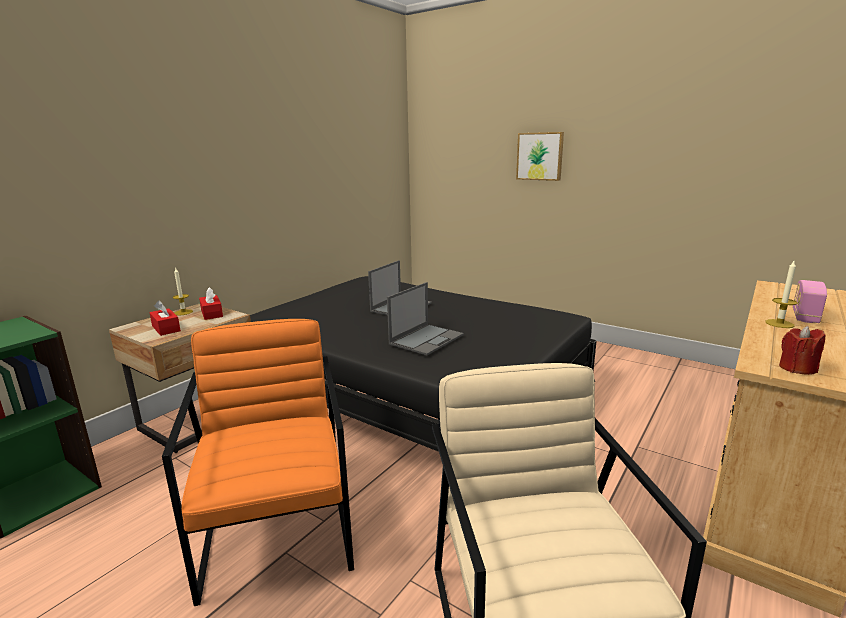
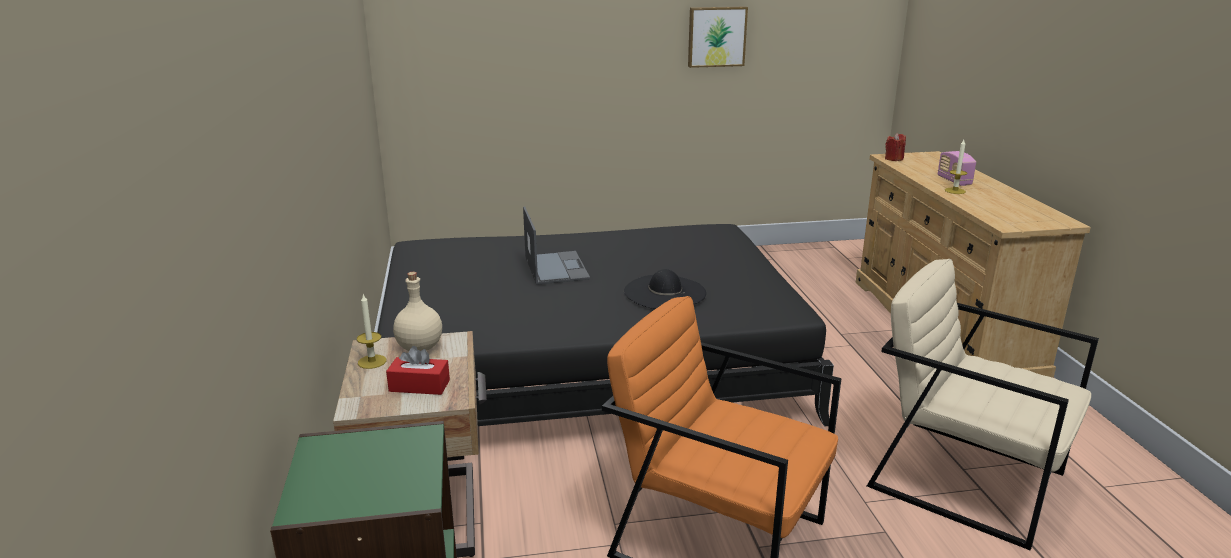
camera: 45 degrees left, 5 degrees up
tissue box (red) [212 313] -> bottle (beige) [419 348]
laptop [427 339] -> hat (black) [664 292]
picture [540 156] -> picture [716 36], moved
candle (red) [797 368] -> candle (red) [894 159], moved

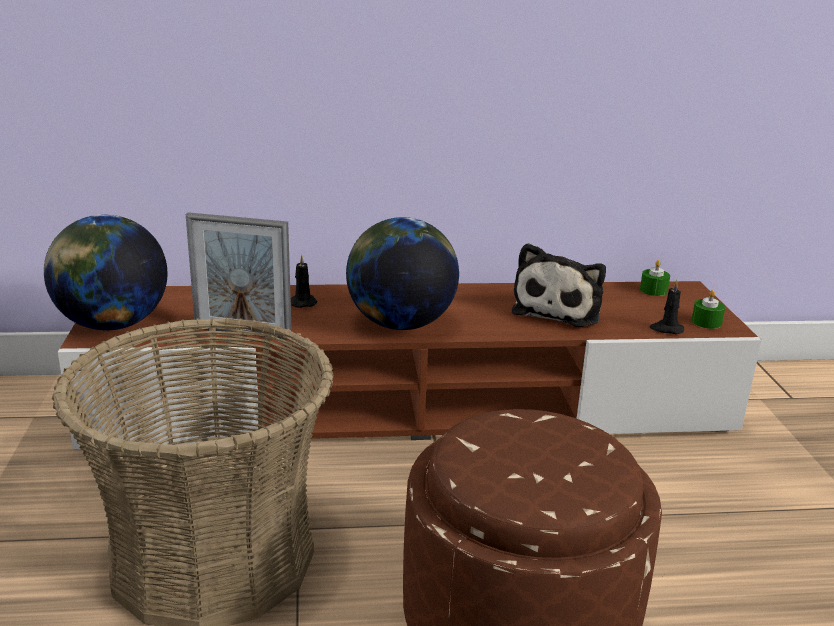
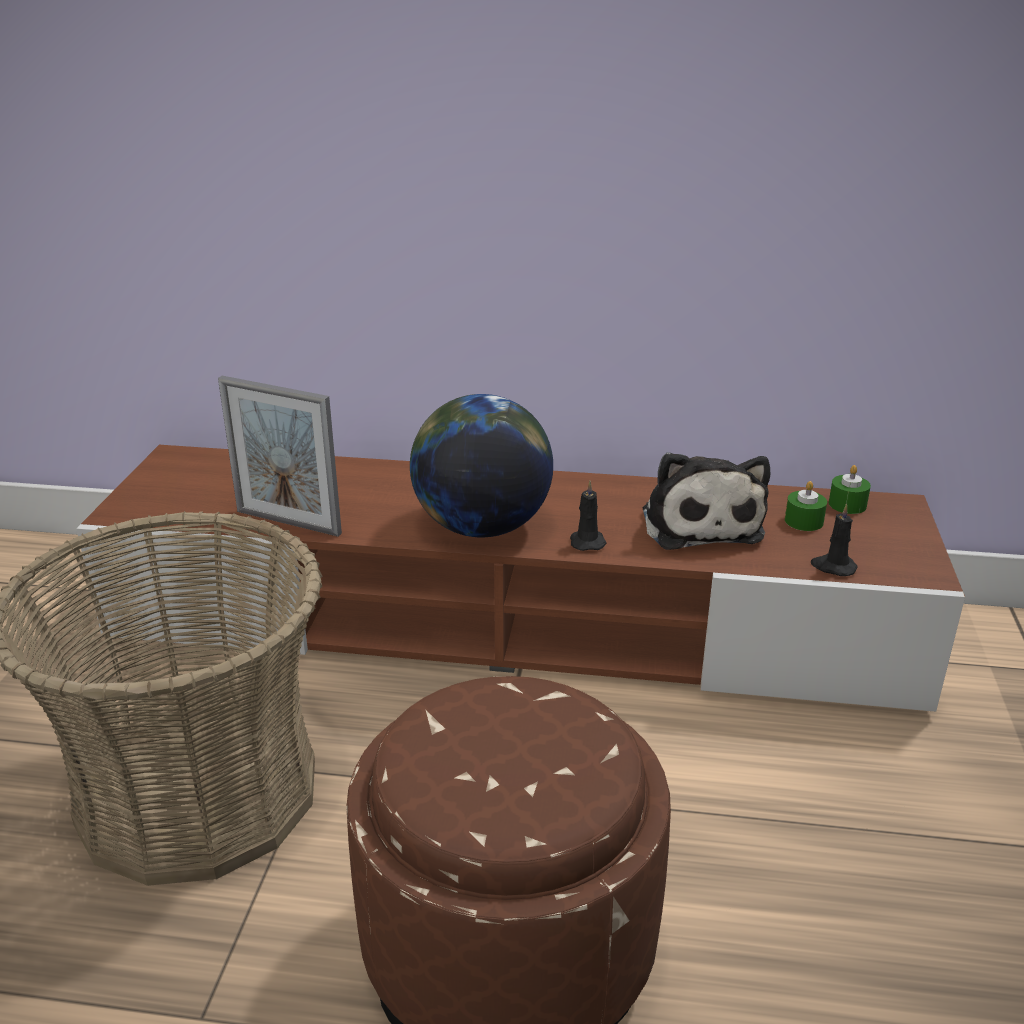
camera: 15 degrees right, 5 degrees up
globe [112 325] -> none
candle (black) [302 302] -> candle (black) [587 541], moved
plush toy [559 309] -> plush toy [700 523], 45 degrees counterclockwise
candle (green) [706 322] -> candle (green) [804 521], moved

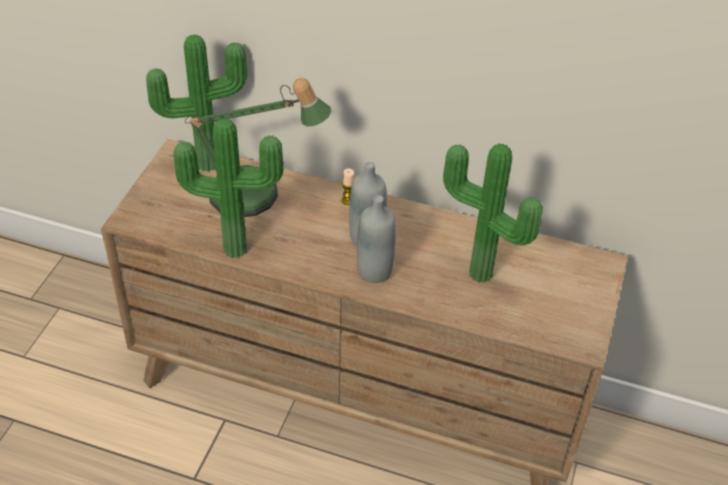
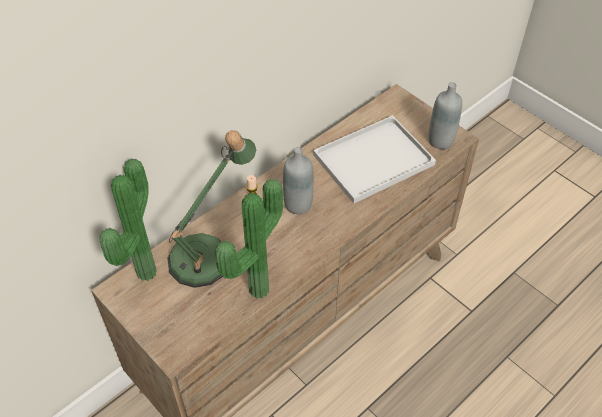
camera: 60 degrees left, 5 degrees up
bottle (grey) [374 271] -> bottle (grey) [440 141], moved
potted plant [478 277] -> tray (white) [372 161]

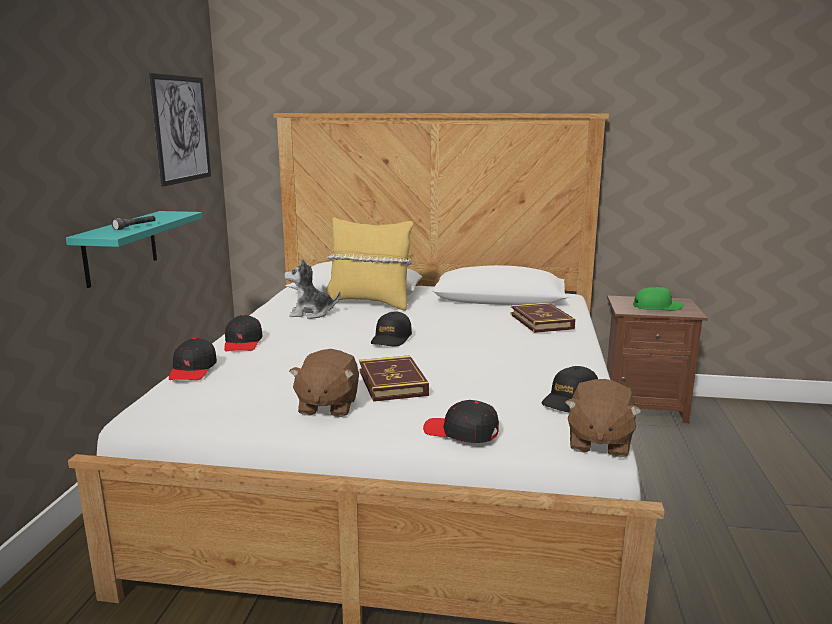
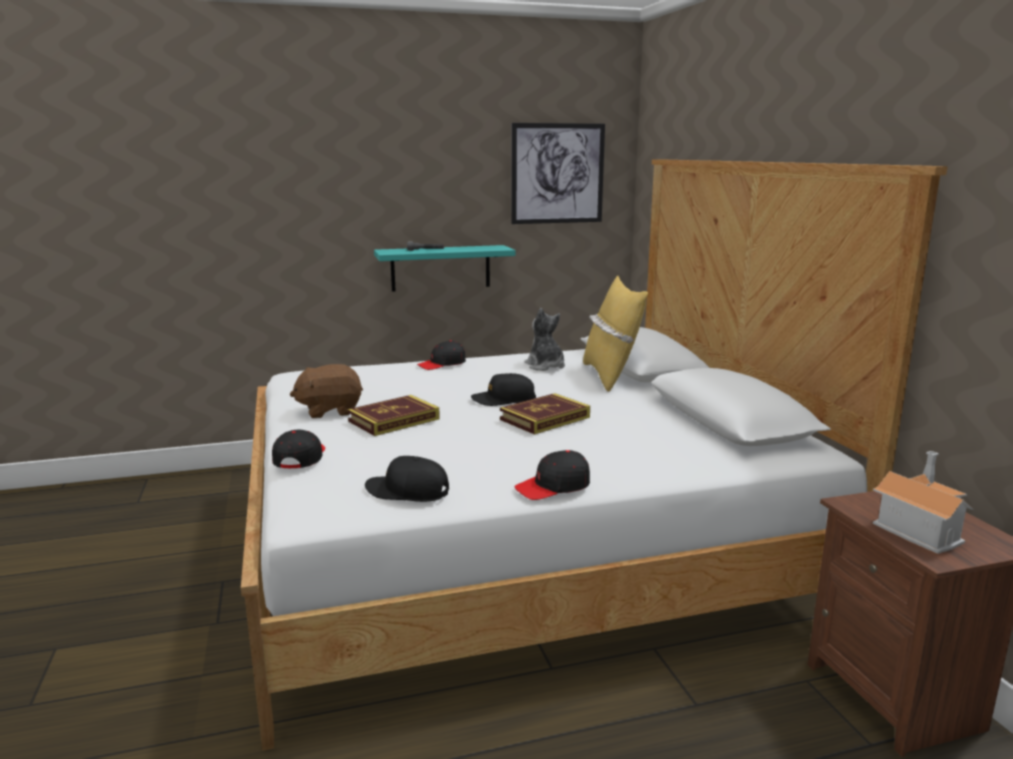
camera: 65 degrees right, 0 degrees up
cap (black) [193 369] -> cap (black) [553 487], moved
book [541 321] -> book [545 418], moved
plush toy (brown) [598 442] -> none
cap (green) [657 307] -> toy house [919 526]

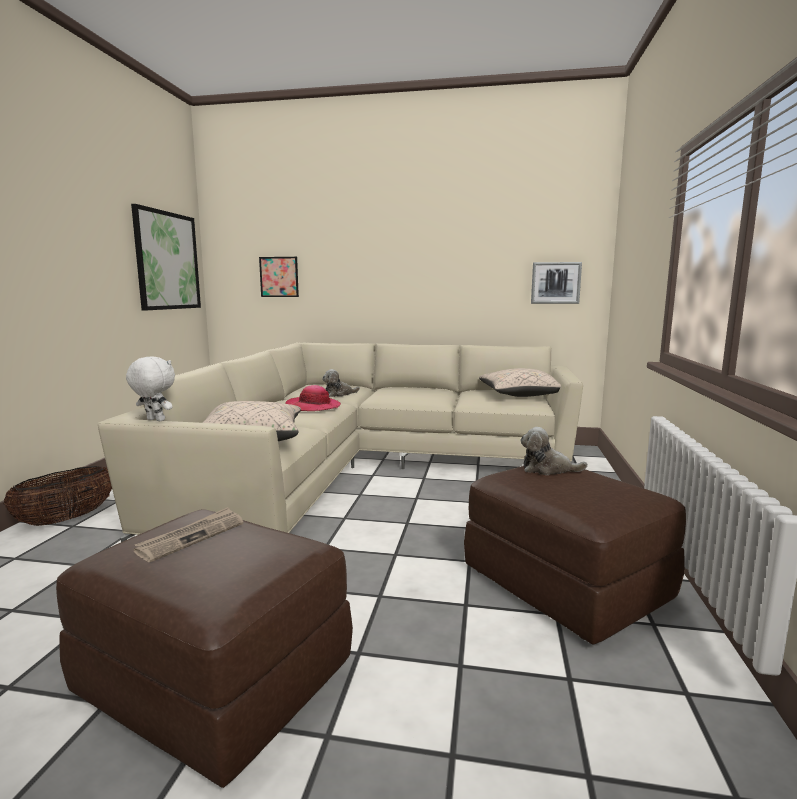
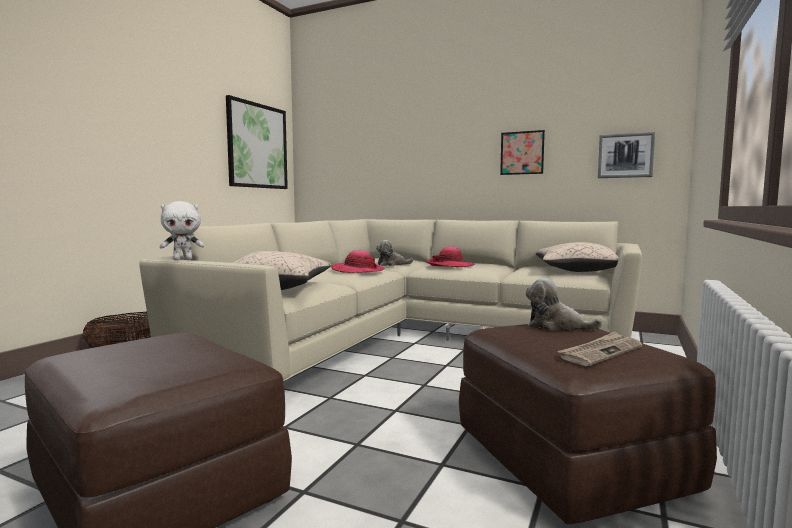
camera: 15 degrees right, 5 degrees down
plush toy (white) [154 420] -> plush toy (white) [183 259], 120 degrees clockwise
newspaper [192 536] -> newspaper [600 352], moved
picture [279 277] -> picture [522 153], moved
none -> hat [450 265]

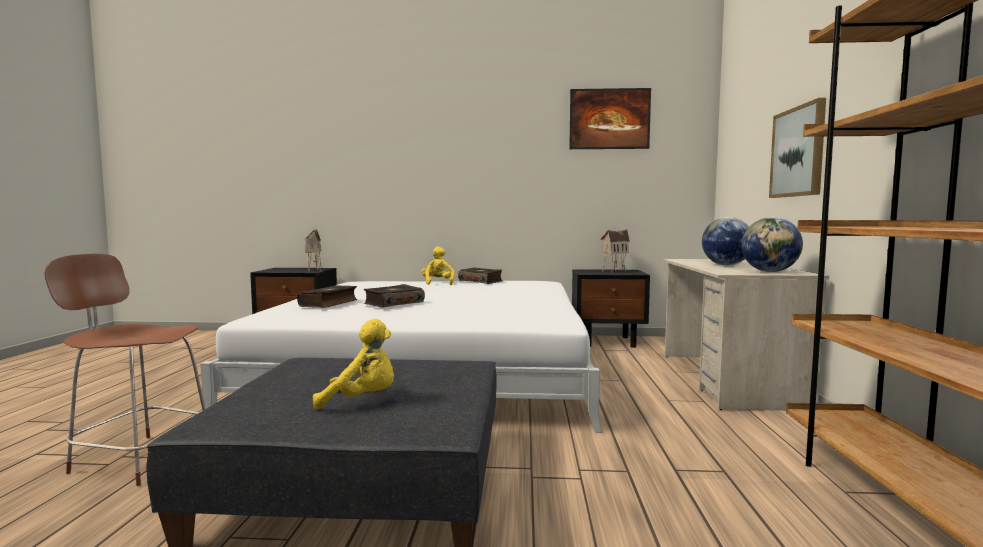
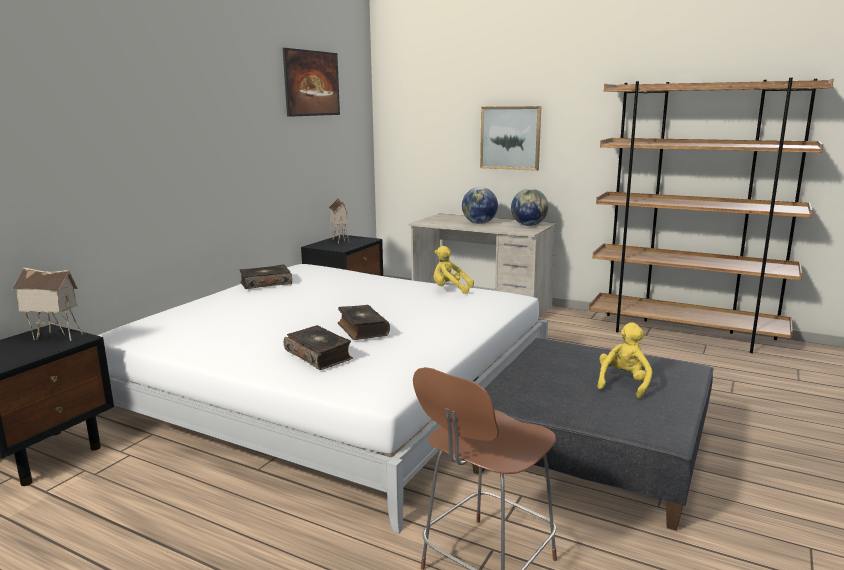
camera: 65 degrees left, 10 degrees up
plush toy (yellow) [438 283] -> plush toy (yellow) [450 290], moved

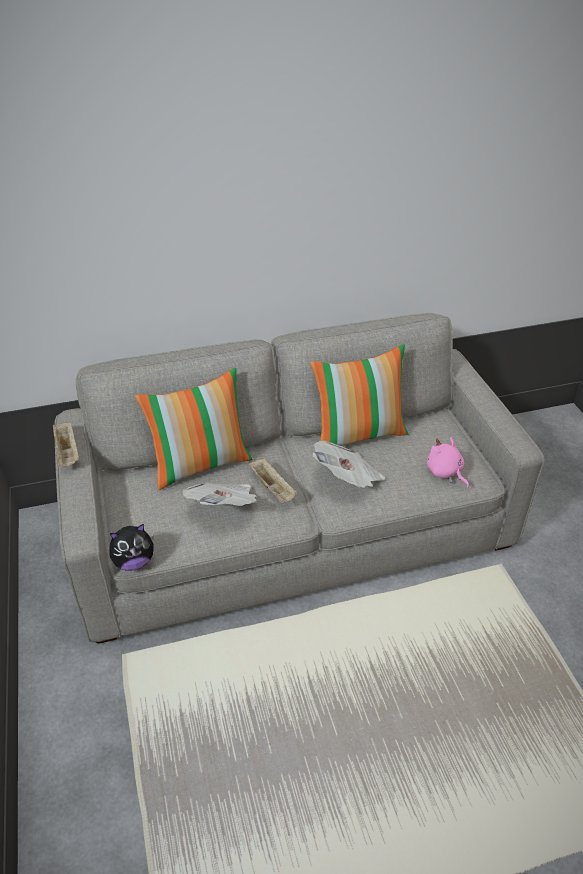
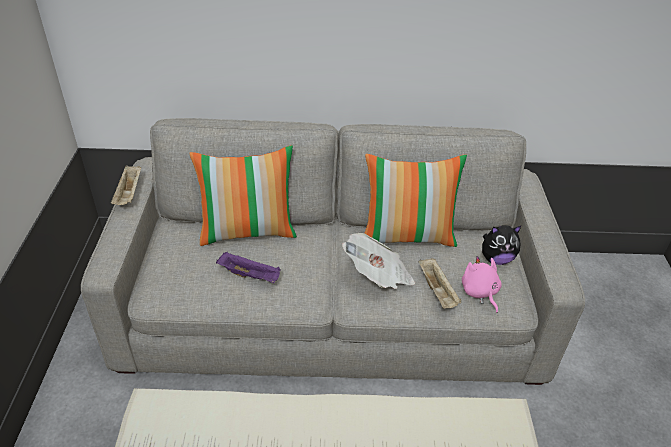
camera: 15 degrees right, 0 degrees up
plush toy [134 562] -> plush toy [496 259], moved
newspaper [224 507] -> tray (purple) [250 275]
tray (beige) [273 488] -> tray (beige) [437 291], moved

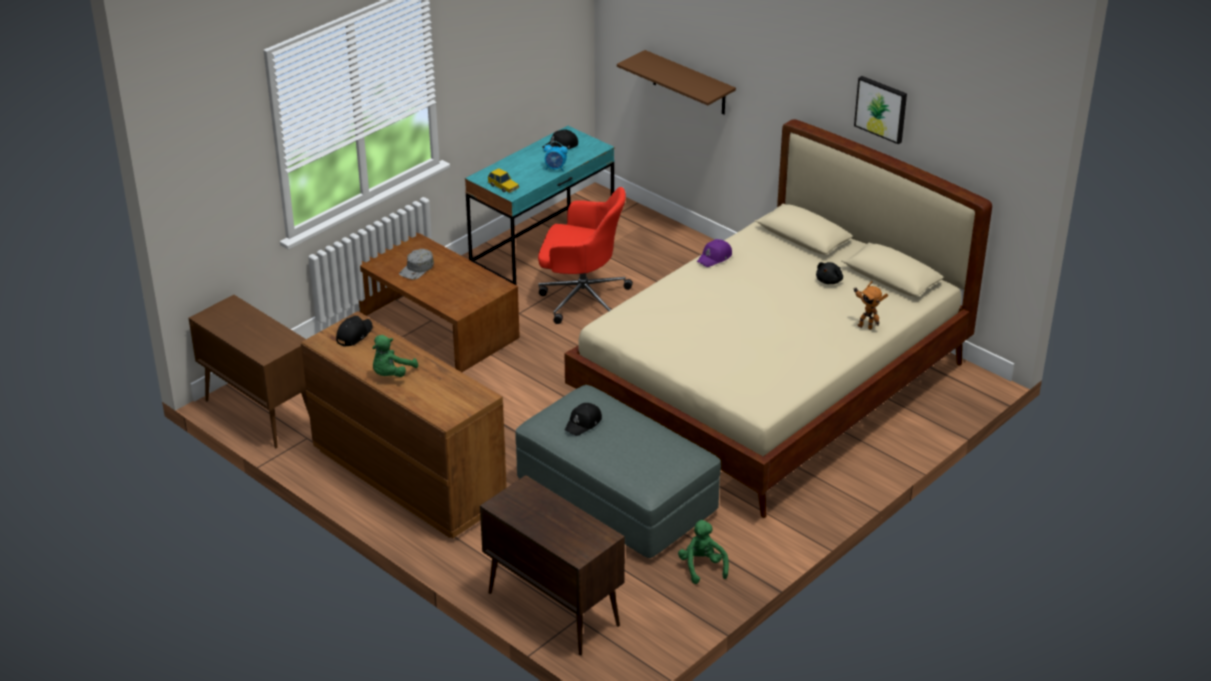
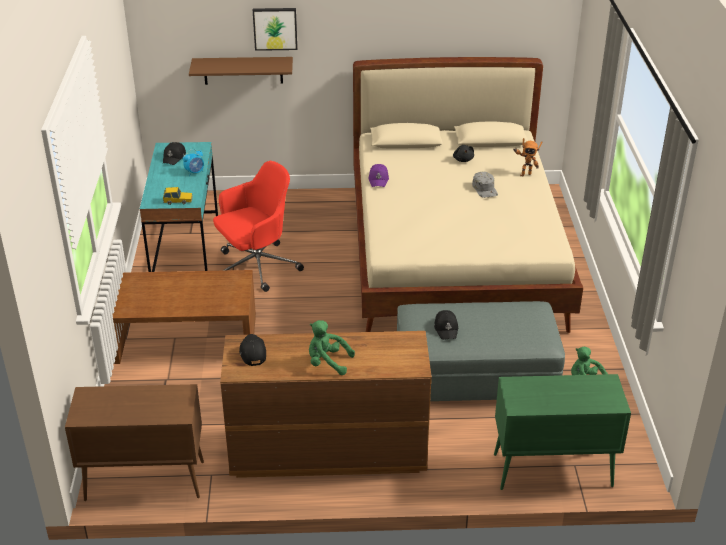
camera: 45 degrees left, 0 degrees up
plush toy (green) [391 374] -> plush toy (green) [327 362], 120 degrees clockwise
cap (grey) [417 269] -> cap (grey) [485 189], moved
cabinet (brown) [552 608] -> cabinet (green) [551 470]
picture [881 109] -> picture [275 28], moved

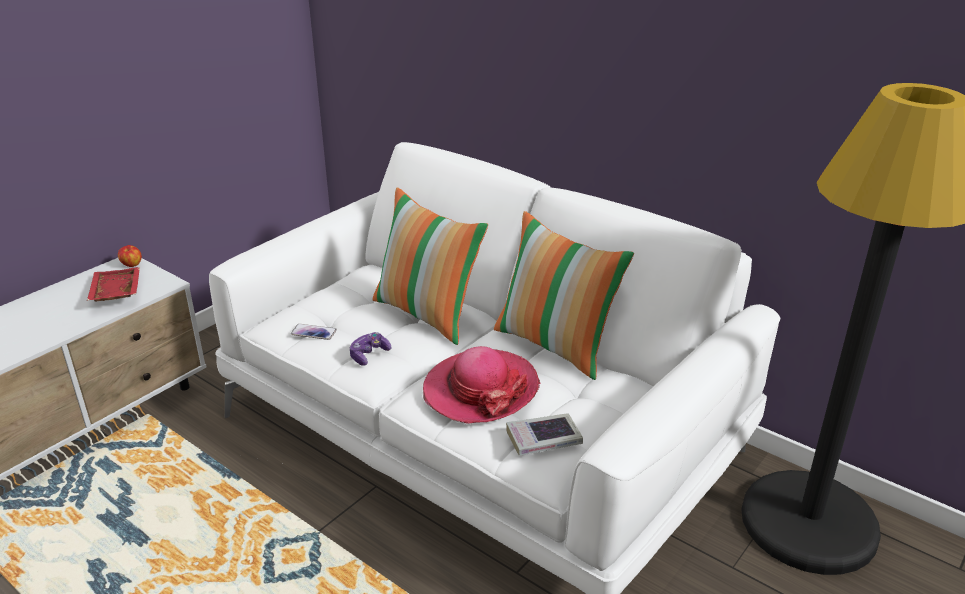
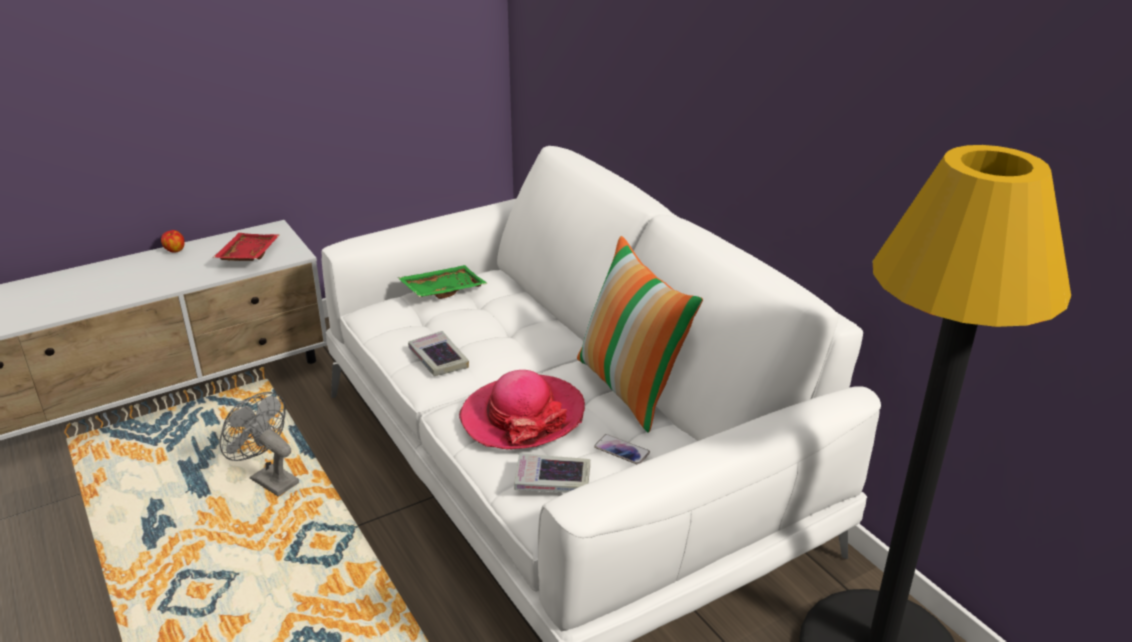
camera: 20 degrees right, 0 degrees up
apple [131 265] -> apple [174 250], moved
phone [314 332] -> phone [621 450], moved
game controller [369 355] -> book [438 359]
pillow [428 314] -> none
none -> fan (grey) [268 479]
none -> tray (green) [442 290]

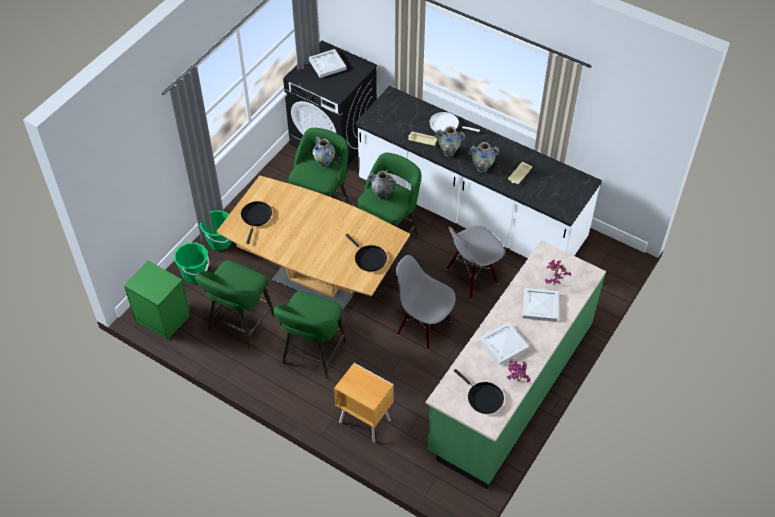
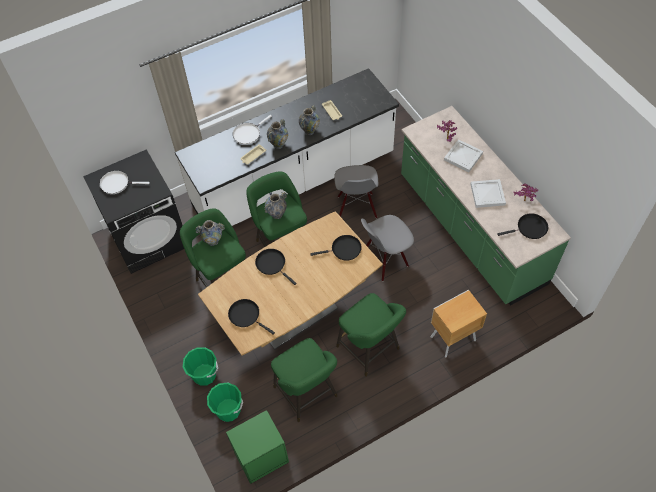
camera: 60 degrees left, 5 degrees up
tray (white) [327 64] -> frying pan (white) [117 183]
none -> frying pan (black) [272 264]

